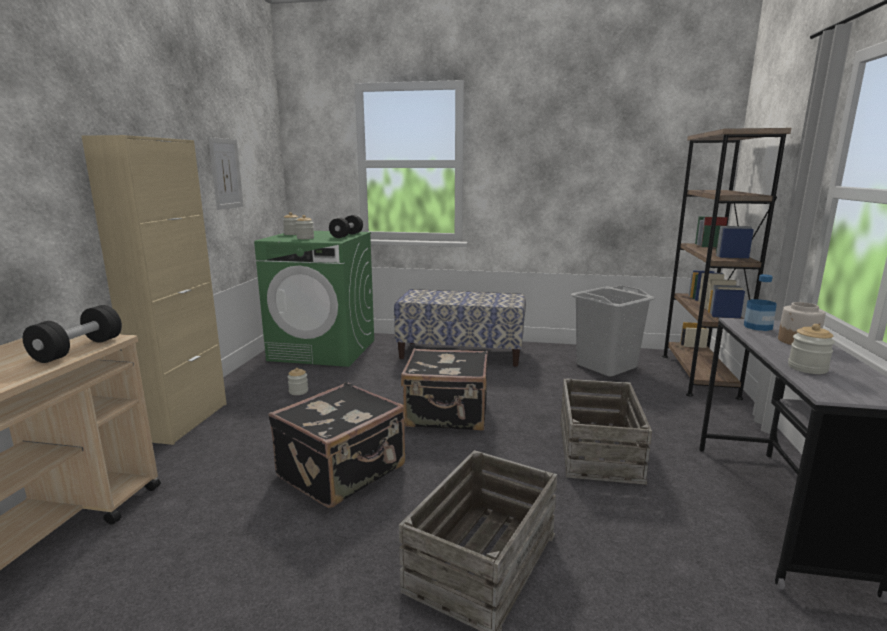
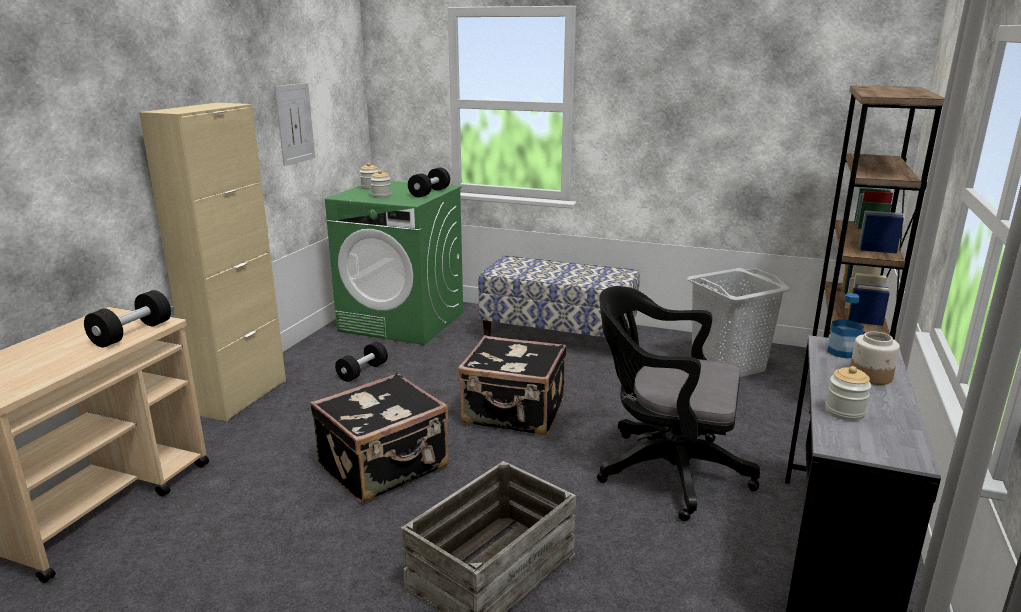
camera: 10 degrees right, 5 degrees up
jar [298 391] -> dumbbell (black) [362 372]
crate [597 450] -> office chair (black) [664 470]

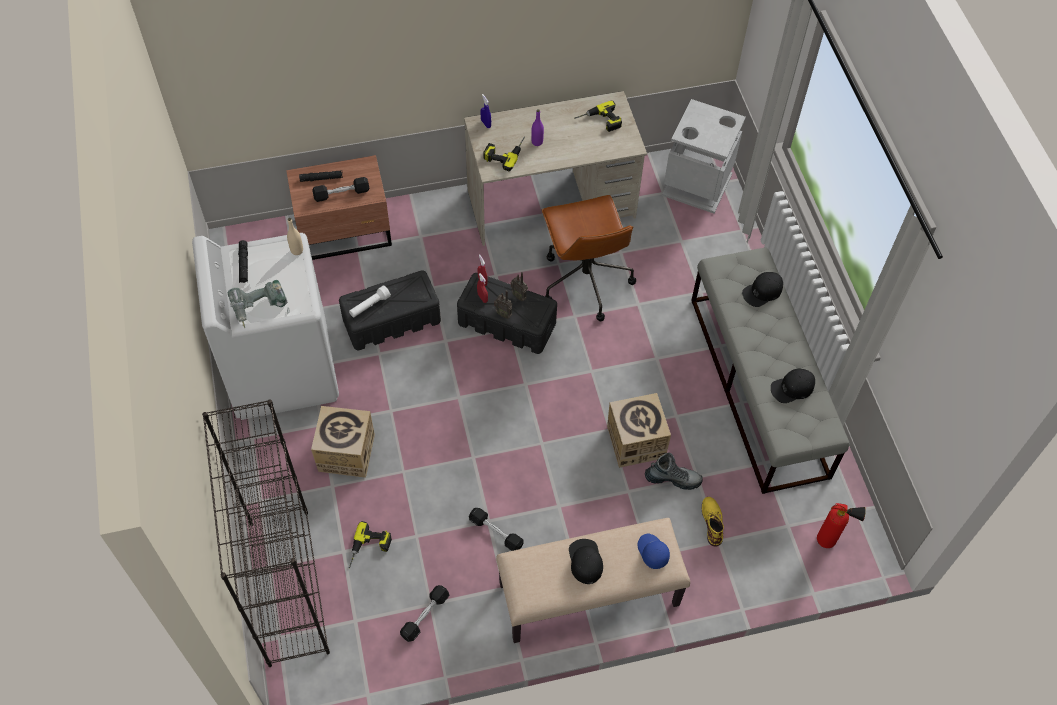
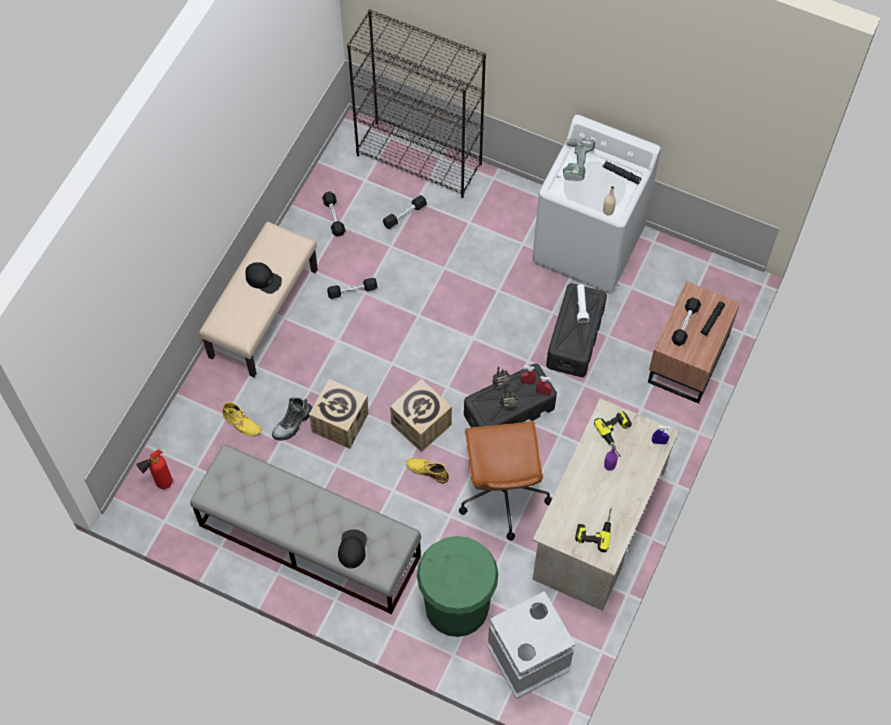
camera: 130 degrees right, 5 degrees up
cardboard box [346 453] -> cardboard box [421 424], moved
power drill [369 550] -> dumbbell (black) [405 215]
office chair (brown) [585 281] -> office chair (brown) [503 494], 120 degrees counterclockwise
cap (blue) [652 552] -> none
cap (black) [792 388] -> none
none -> boot (yellow) [427 470]
none -> trash can (green) [456 606]

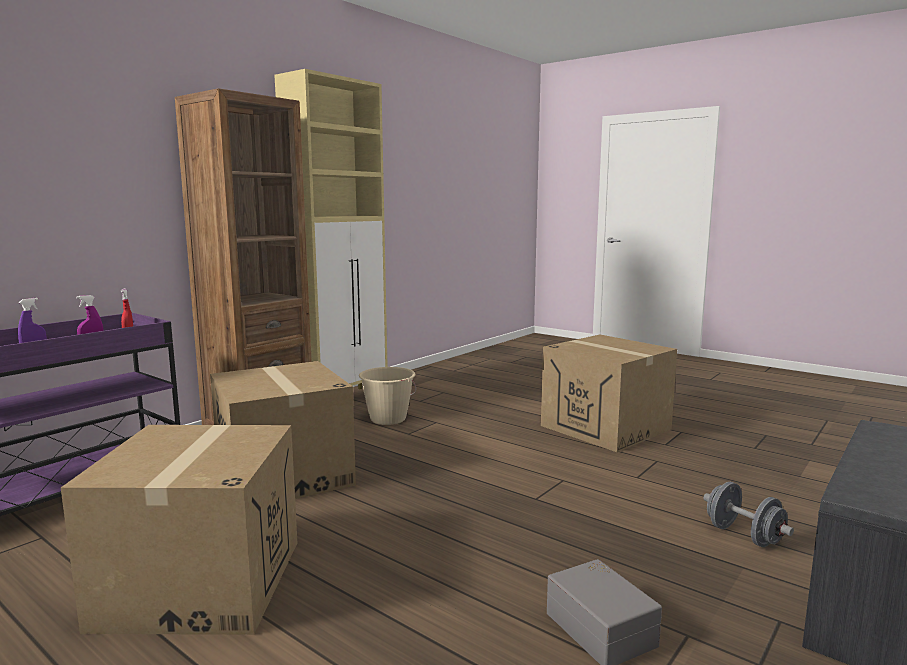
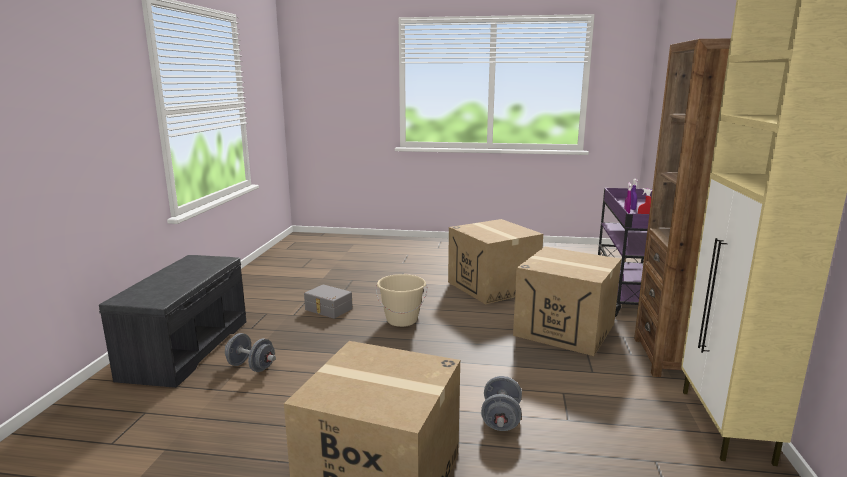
camera: 150 degrees right, 5 degrees up
bucket (beige) [388 419] -> bucket (beige) [402 320], moved
none -> dumbbell (grey) [501 419]

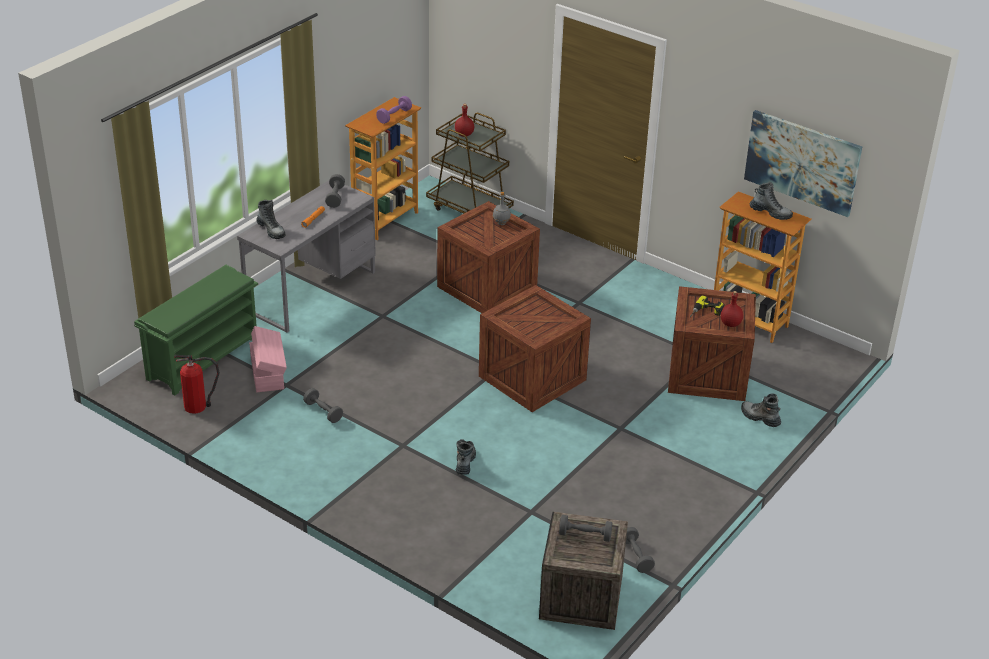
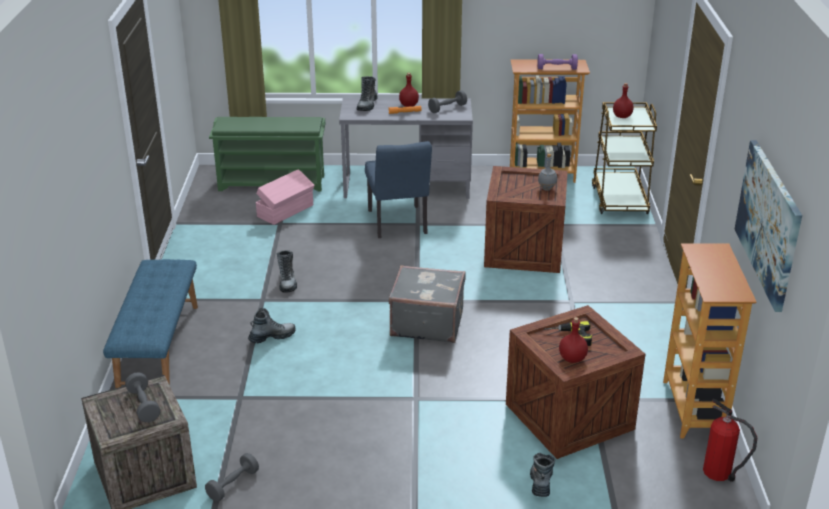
camera: 55 degrees right, 5 degrees down
fire extinguisher [197 406] -> fire extinguisher [719 473], moved
dumbbell (grey) [323 412] -> none
crate [532 379] -> suitcase (grey) [427 323]
boot [770 213] -> boot [287 282], moved
none -> bench (blue) [158 348]
none -> chair (blue) [398 225]
none -> bottle (red) [408 105]

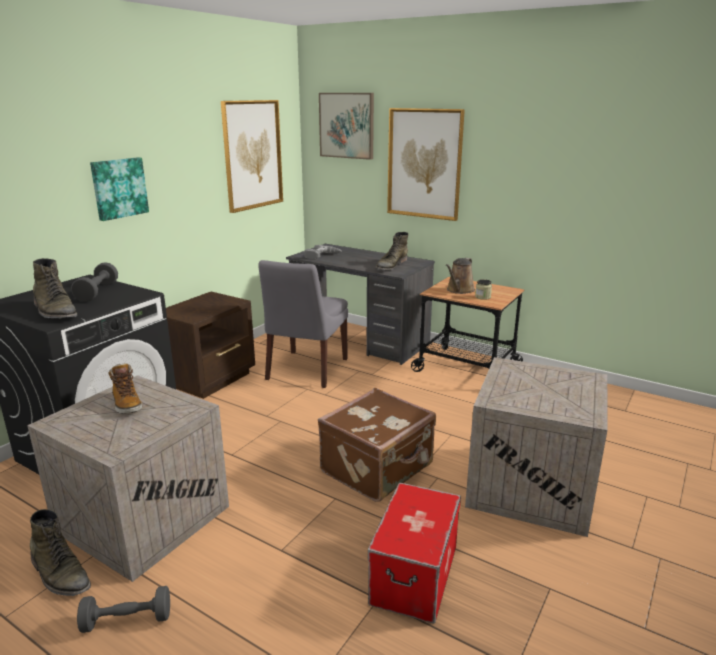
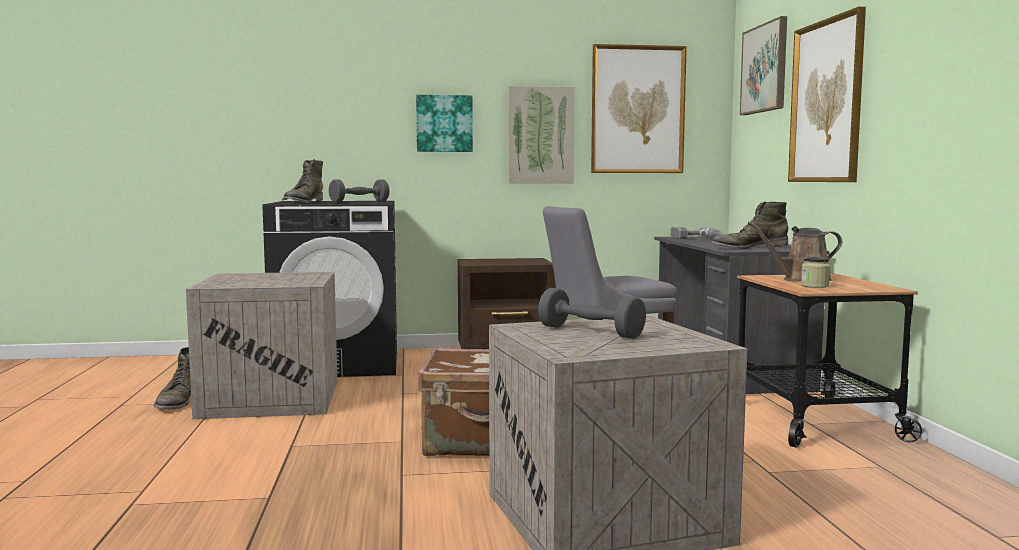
camera: 50 degrees right, 15 degrees down
dumbbell (grey) [127 620] -> dumbbell (grey) [590 332], moved
boot [127 404] -> none
storage box [414 574] -> none
none -> picture [540 135]

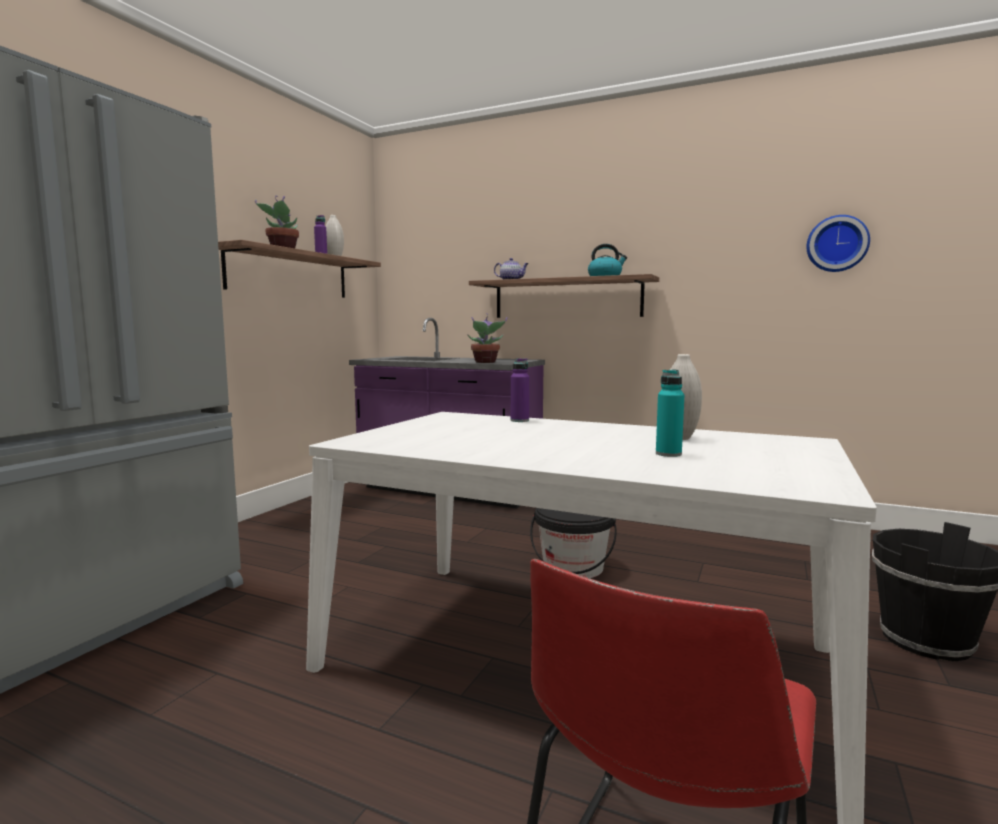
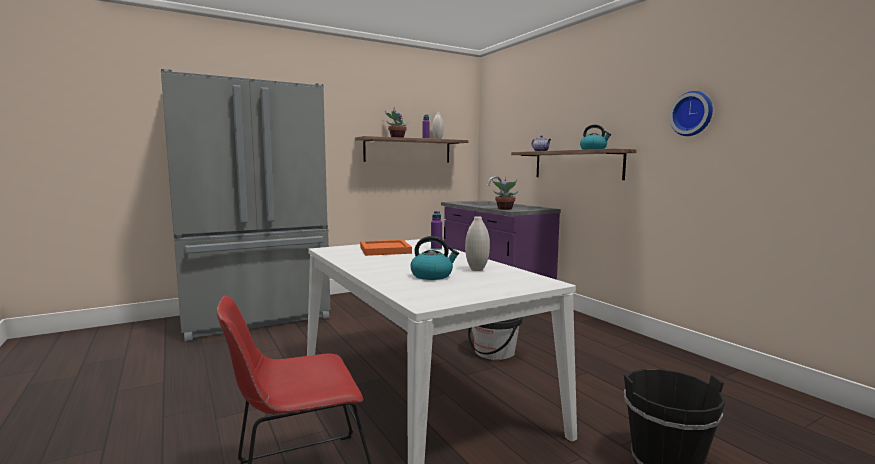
camera: 35 degrees right, 0 degrees up
bottle (turquoise) [668 454] -> kettle [432 276]
wall clock [837 244] -> wall clock [692 114], moved
none -> tray (orange) [384 250]

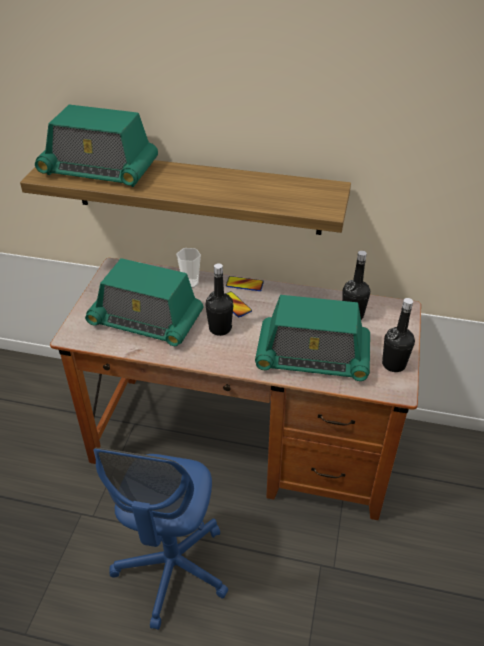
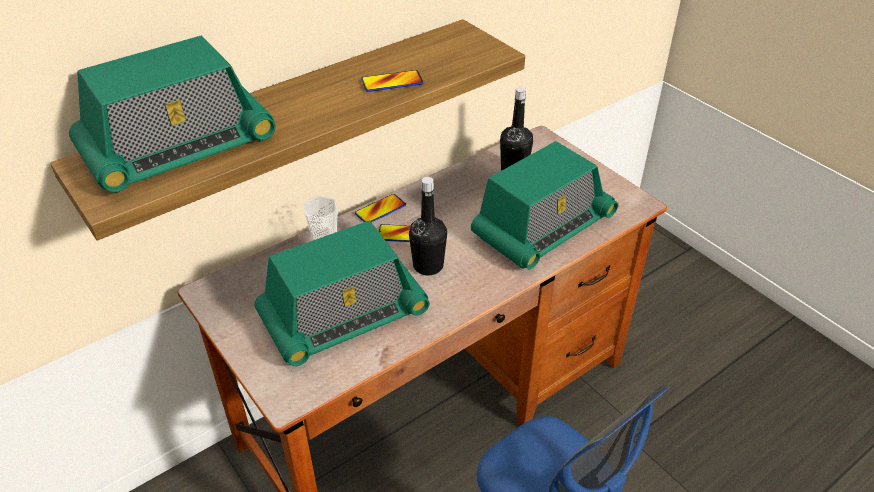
camera: 50 degrees left, 0 degrees up
bottle (black) [393 364] -> none
none -> phone [392 82]

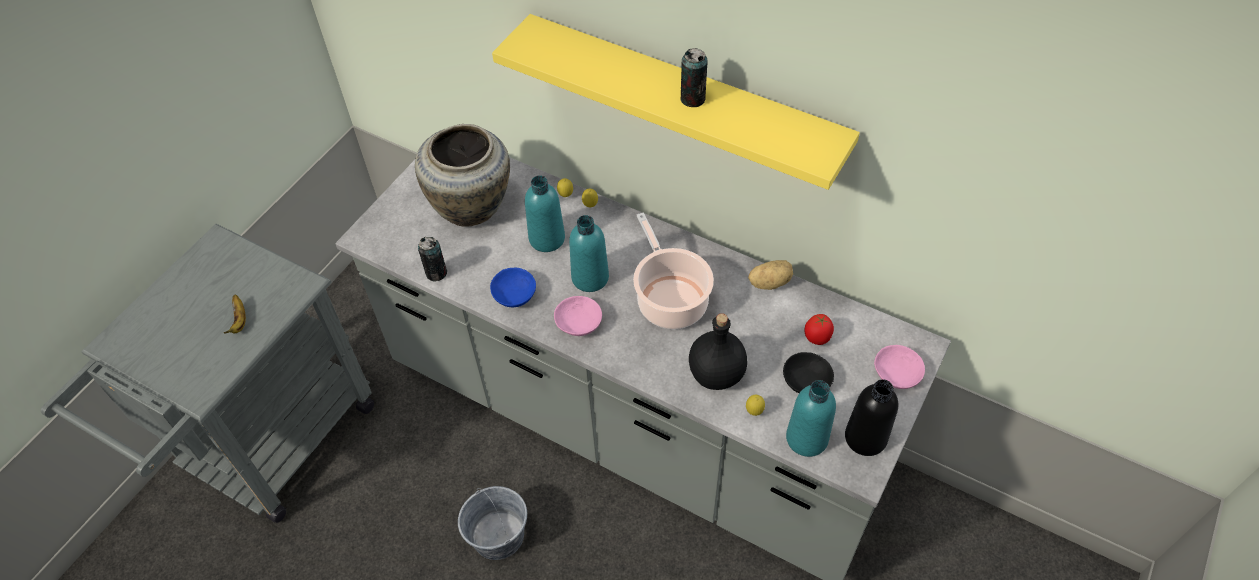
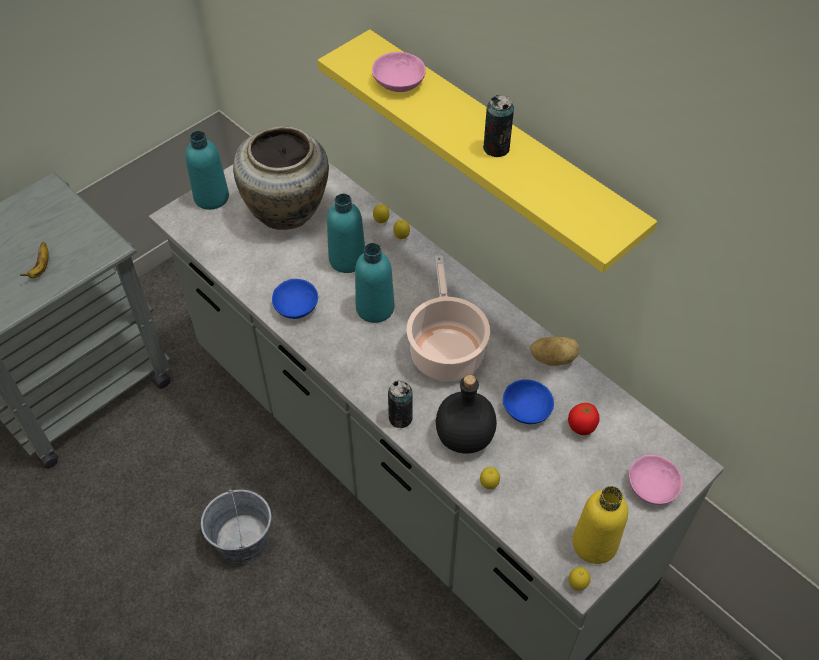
camera: 15 degrees right, 0 degrees up
can [436 273] -> can [400 418], moved
bowl (pink) [577 324] -> bowl (pink) [397 83], moved
bowl (black) [807 380] -> none
bottle (turquoise) [807 438] -> bottle (turquoise) [211 197], moved
bottle (black) [865 438] -> bottle (yellow) [594 543]
none -> bowl (blue) [525 409]
none -> lemon [577 584]

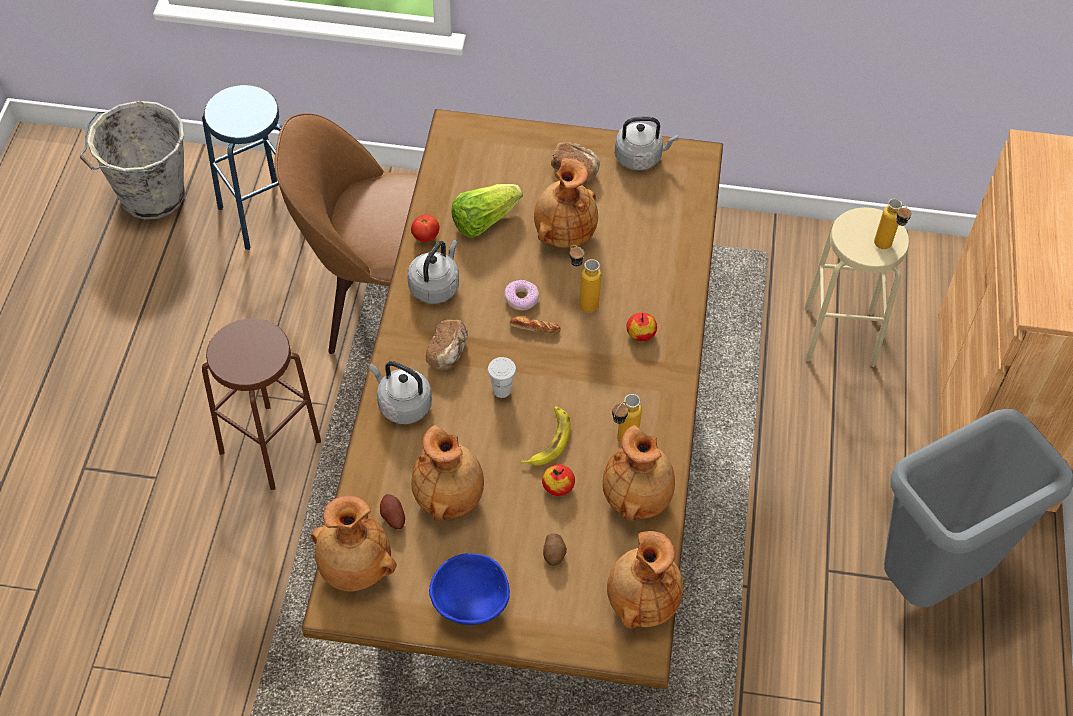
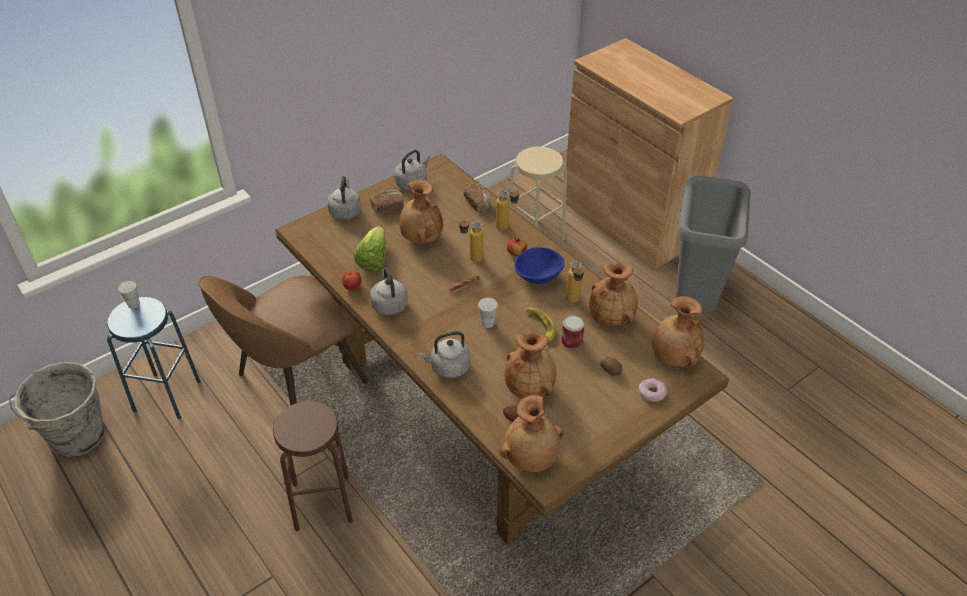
camera: 45 degrees left, 10 degrees down
bread [448 352] -> bread [478 203], moved
bowl (blue) [469 602] -> bowl (blue) [538 277], moved
donut [521 298] -> donut [651 393], moved
apple [558 486] -> can [571 341]
bottle [886 249] -> bottle [507 228], moved
none -> cup (white) [134 304]
none -> kettle (grey) [345 211]

